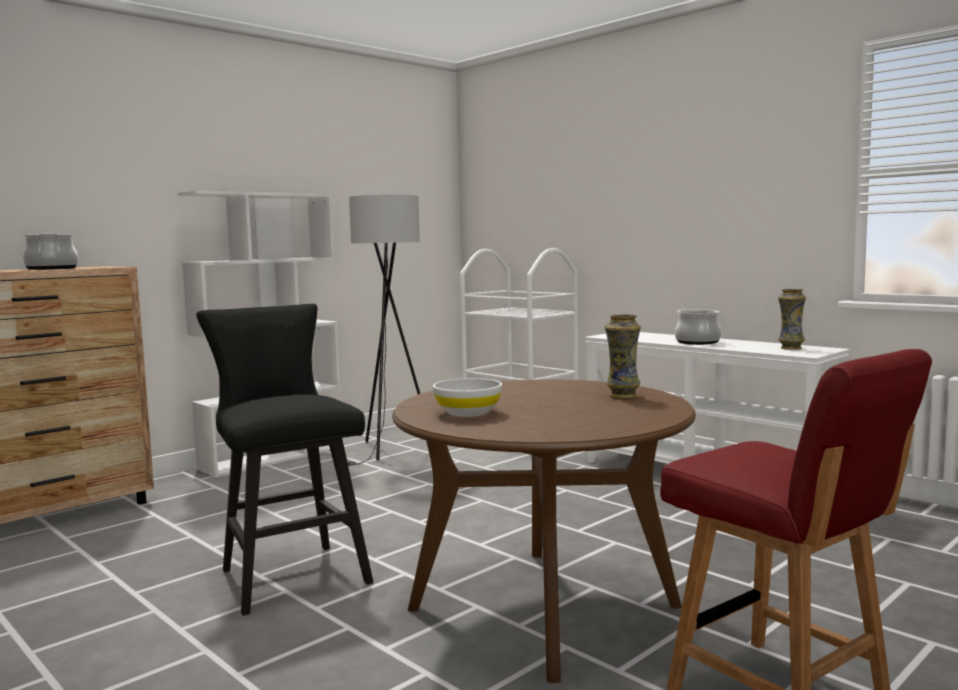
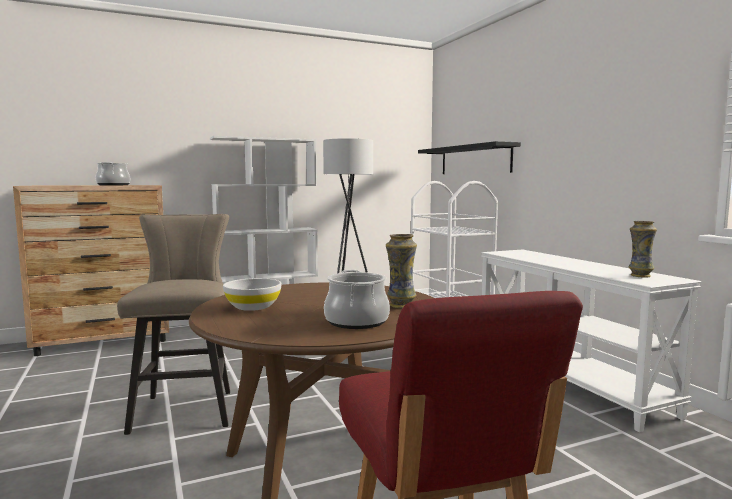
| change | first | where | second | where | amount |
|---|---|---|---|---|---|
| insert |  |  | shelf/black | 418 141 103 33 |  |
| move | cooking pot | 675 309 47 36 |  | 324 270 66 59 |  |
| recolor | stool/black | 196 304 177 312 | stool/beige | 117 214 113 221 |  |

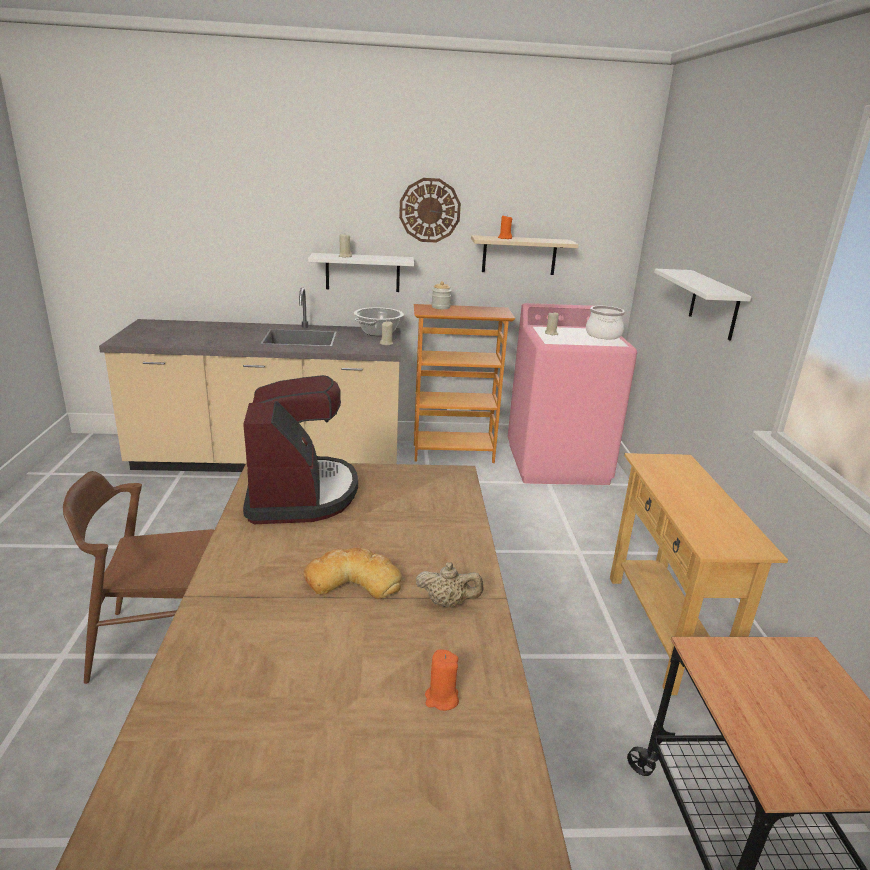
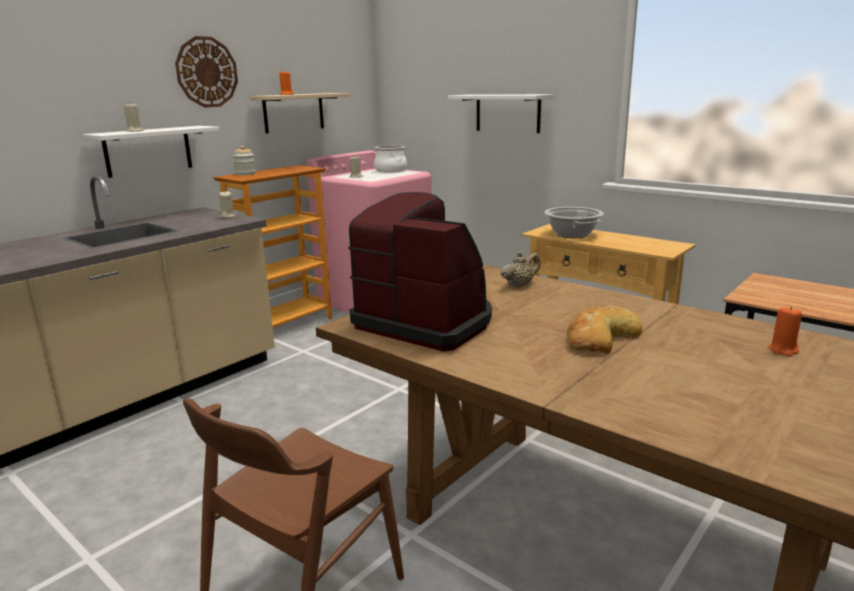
| change | first | where | second | where | amount |
|---|---|---|---|---|---|
| move | cooking pot | 354 307 50 29 |  | 544 207 60 31 |  |
| move | teapot/beige | 416 562 67 45 |  | 501 251 40 37 |  |

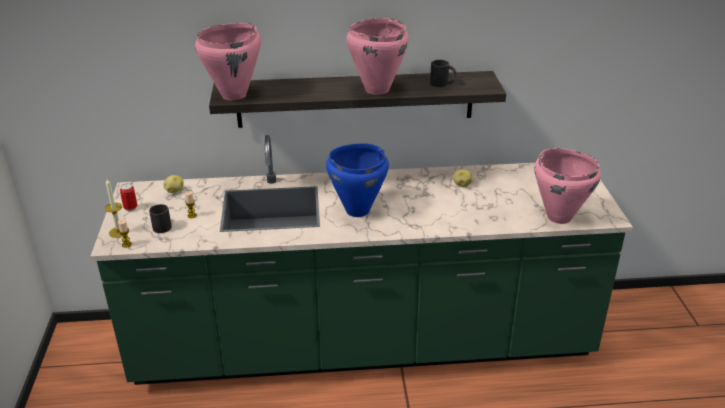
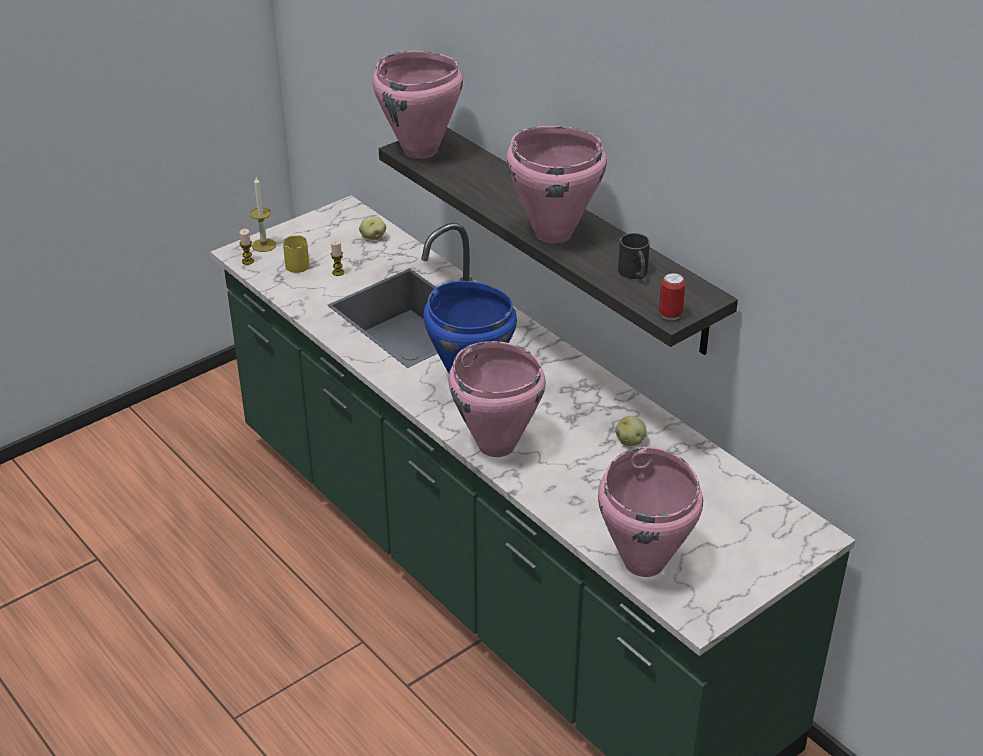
| change | first | where | second | where | amount |
|---|---|---|---|---|---|
| insert |  |  | cooking pot/pink | 449 341 97 116 |  |
| move | can | 120 184 17 27 |  | 659 273 26 48 |  |
| recolor | mug/black | 149 204 23 29 | mug/yellow | 283 235 26 38 |  |

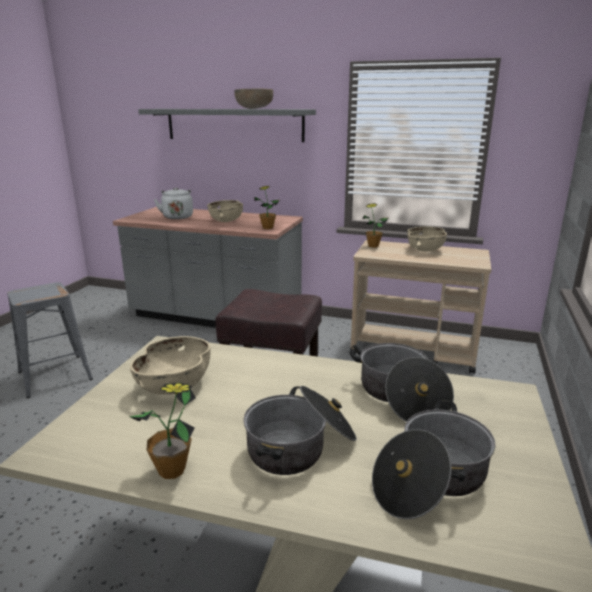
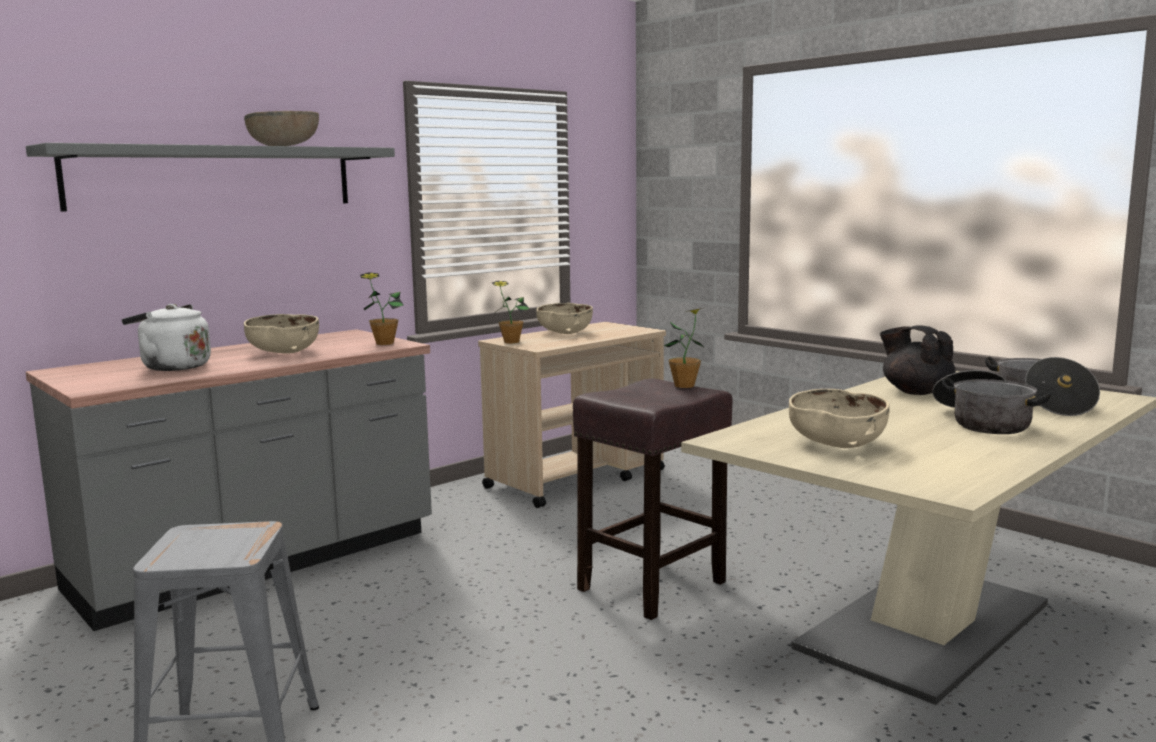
| change | first | where | second | where | amount |
|---|---|---|---|---|---|
| move | potted plant | 128 383 68 96 |  | 664 308 41 80 |  |
| replace | cooking pot | 350 343 104 79 | teapot/black | 880 325 75 70 |  |

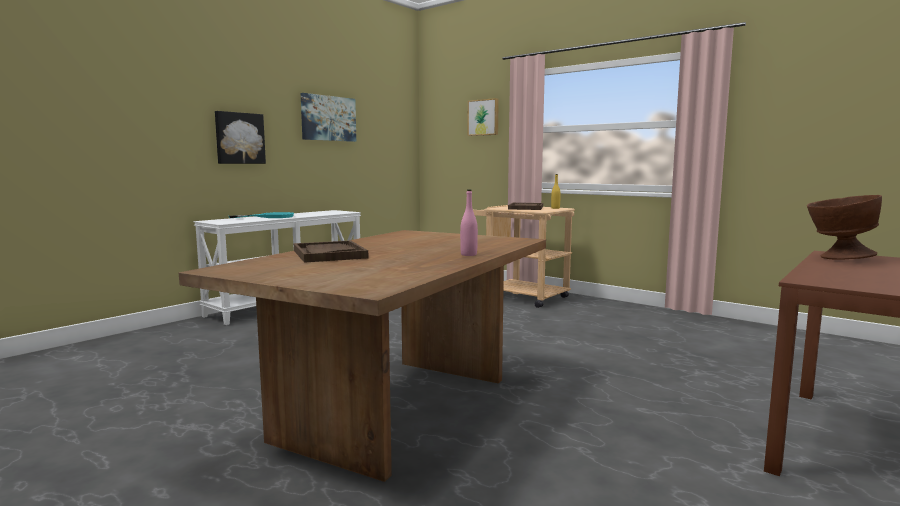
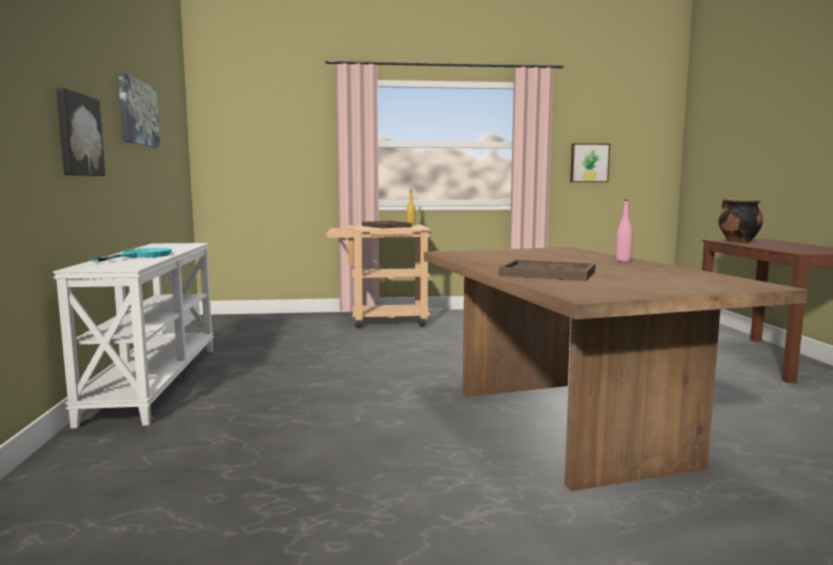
| change | first | where | second | where | amount |
|---|---|---|---|---|---|
| move | picture | 468 98 31 38 |  | 570 143 40 39 |  |
| replace | bowl/brown | 807 195 75 65 | cooking pot | 718 198 45 45 |  |

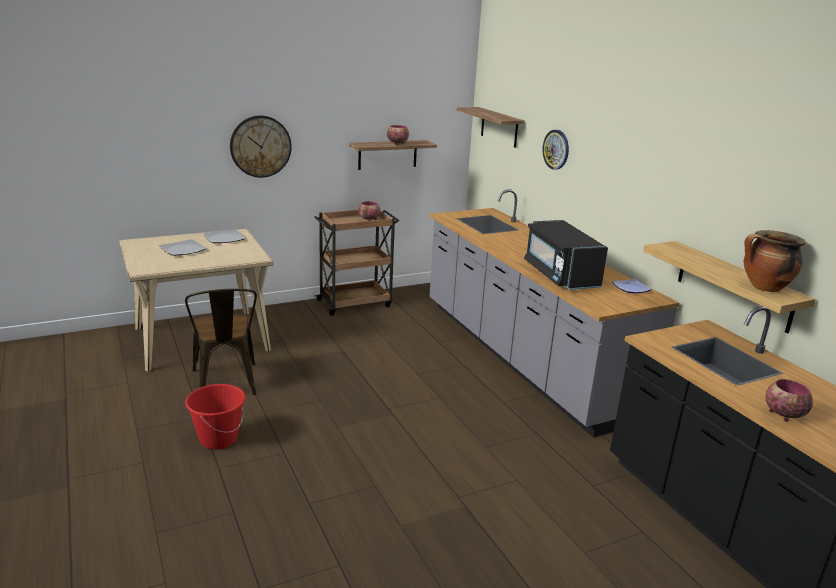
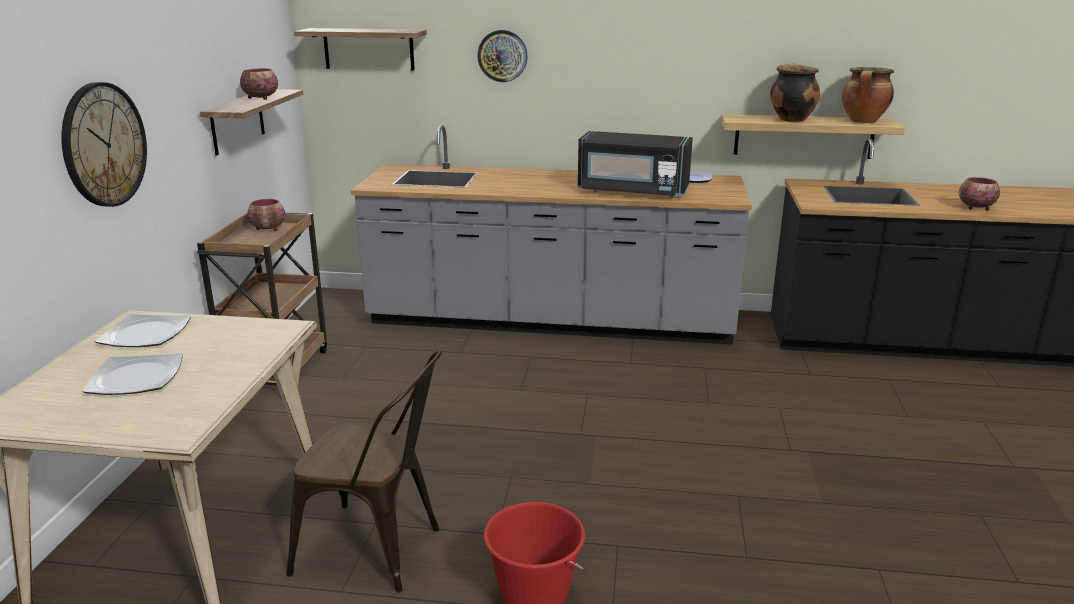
| change | first | where | second | where | amount |
|---|---|---|---|---|---|
| insert |  |  | cooking pot | 770 64 50 58 |  |

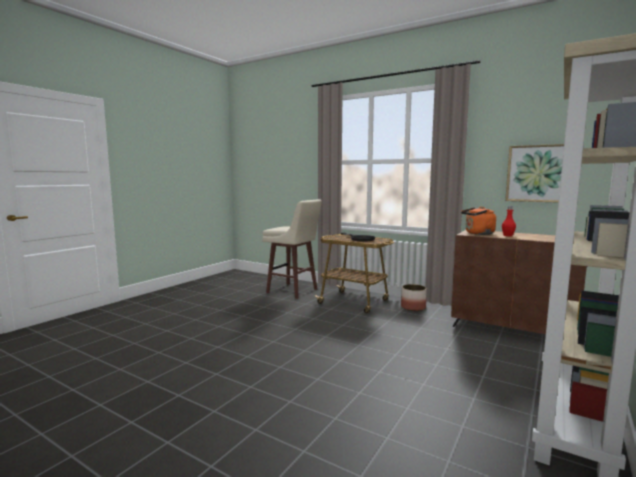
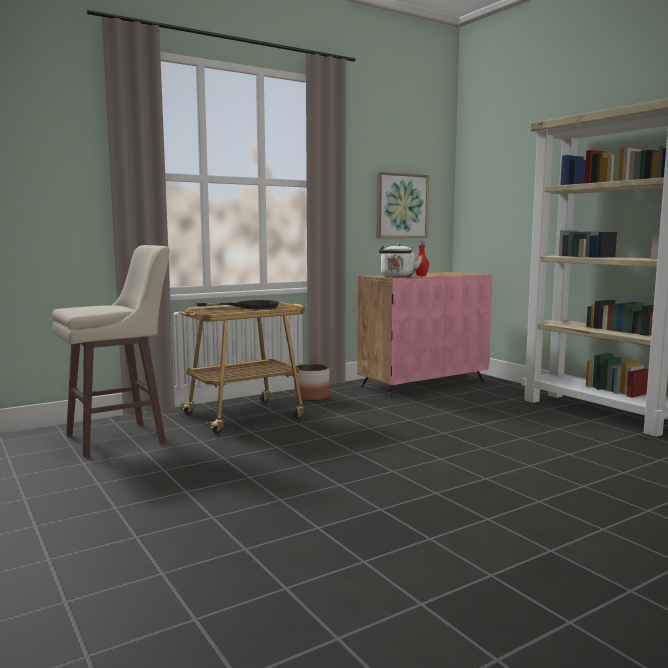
| change | first | where | second | where | amount |
|---|---|---|---|---|---|
| recolor | cabinet/brown | 451 230 136 104 | cabinet/pink | 357 272 136 126 |  |
| recolor | kettle/orange | 461 207 35 28 | kettle/white | 379 243 44 34 |  |

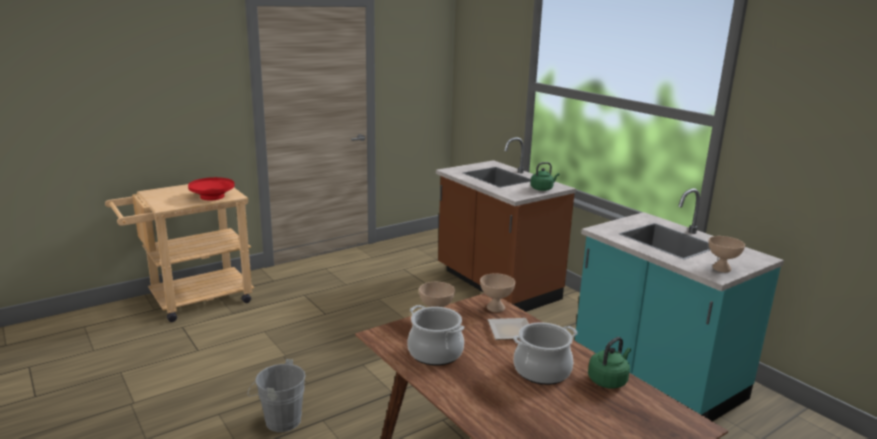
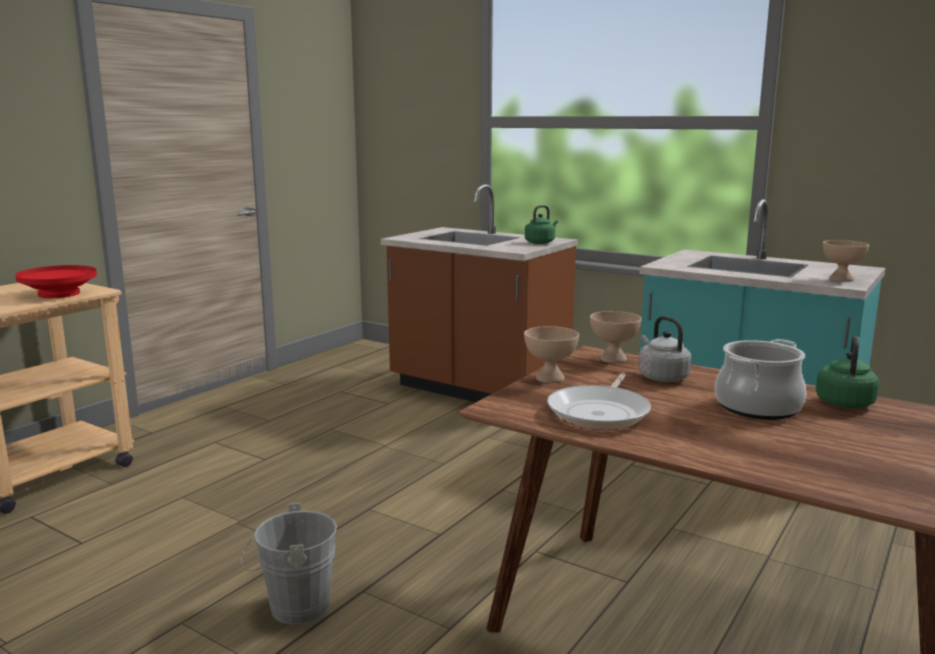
| change | first | where | second | where | amount |
|---|---|---|---|---|---|
| replace | cooking pot | 407 305 58 61 | frying pan | 547 373 104 57 |  |
| replace | plate | 487 318 42 22 | kettle/grey | 638 316 53 66 |  |

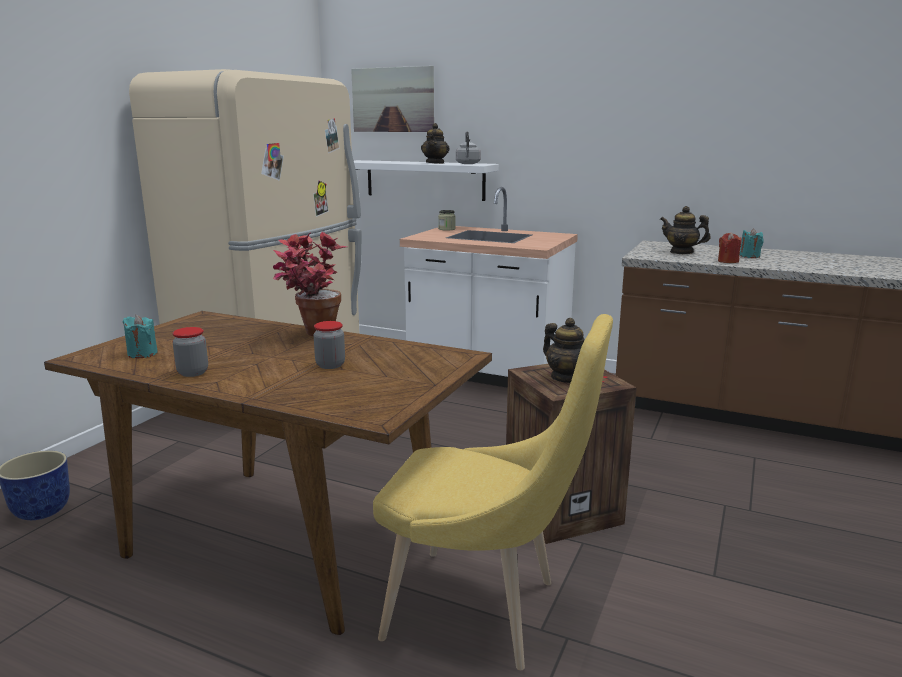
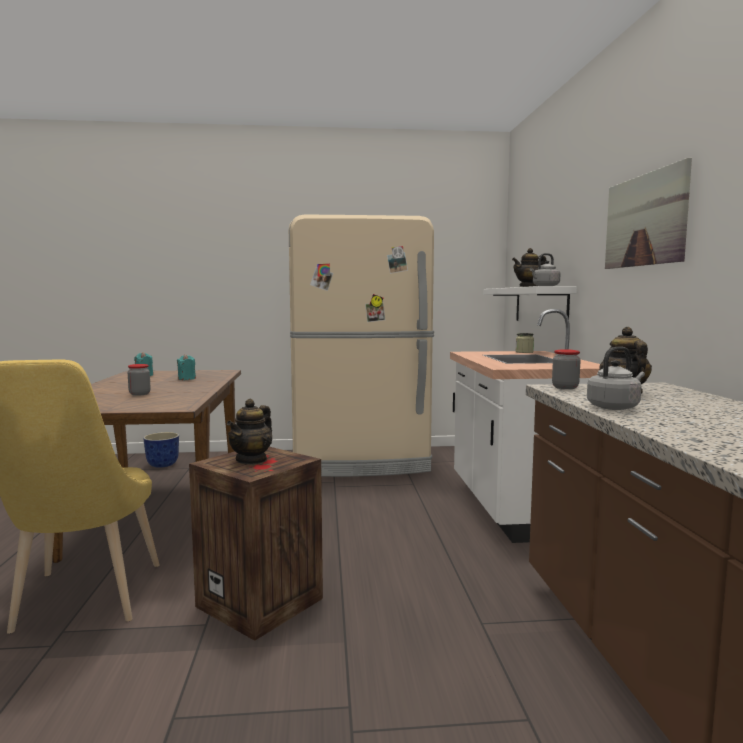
| change | first | where | second | where | amount |
|---|---|---|---|---|---|
| delete | potted plant | 273 232 74 105 |  |  |  |
| move | jar | 173 327 35 50 |  | 552 349 29 40 |  |
| move | picture | 351 66 83 66 |  | 605 158 87 111 |  |
| move | candle/turquoise | 740 228 23 30 |  | 177 354 19 26 |  |
| replace | candle/red | 718 232 24 31 | kettle/grey | 587 347 58 63 |  |

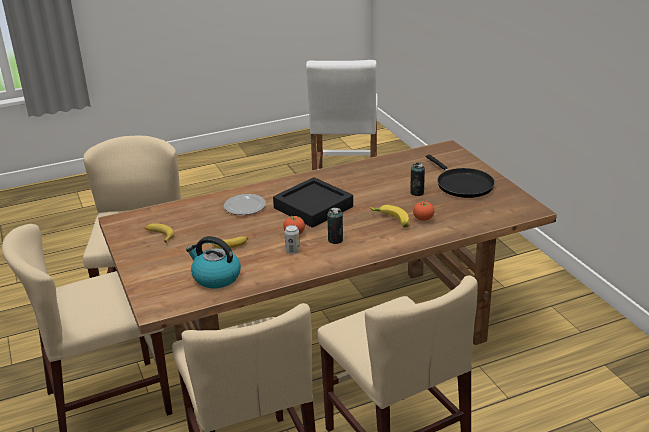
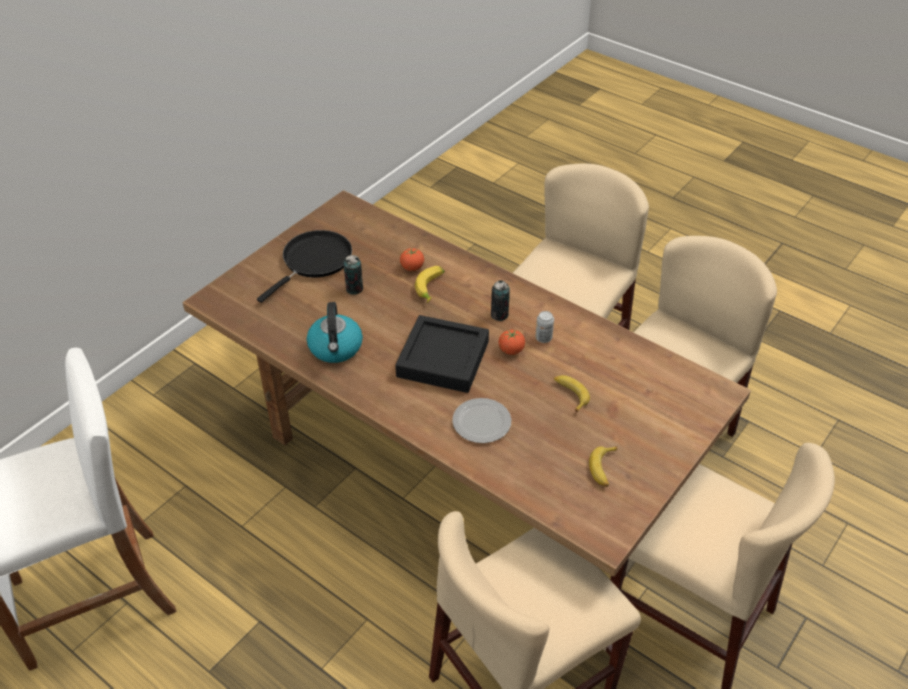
| change | first | where | second | where | amount |
|---|---|---|---|---|---|
| move | kettle | 186 236 55 52 |  | 307 302 56 61 |  |

